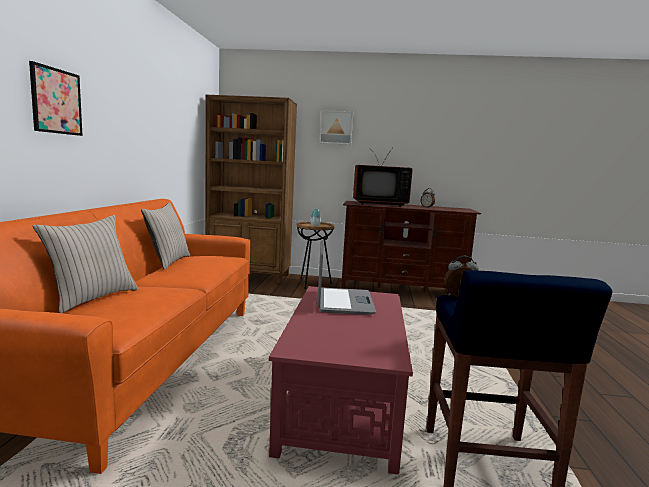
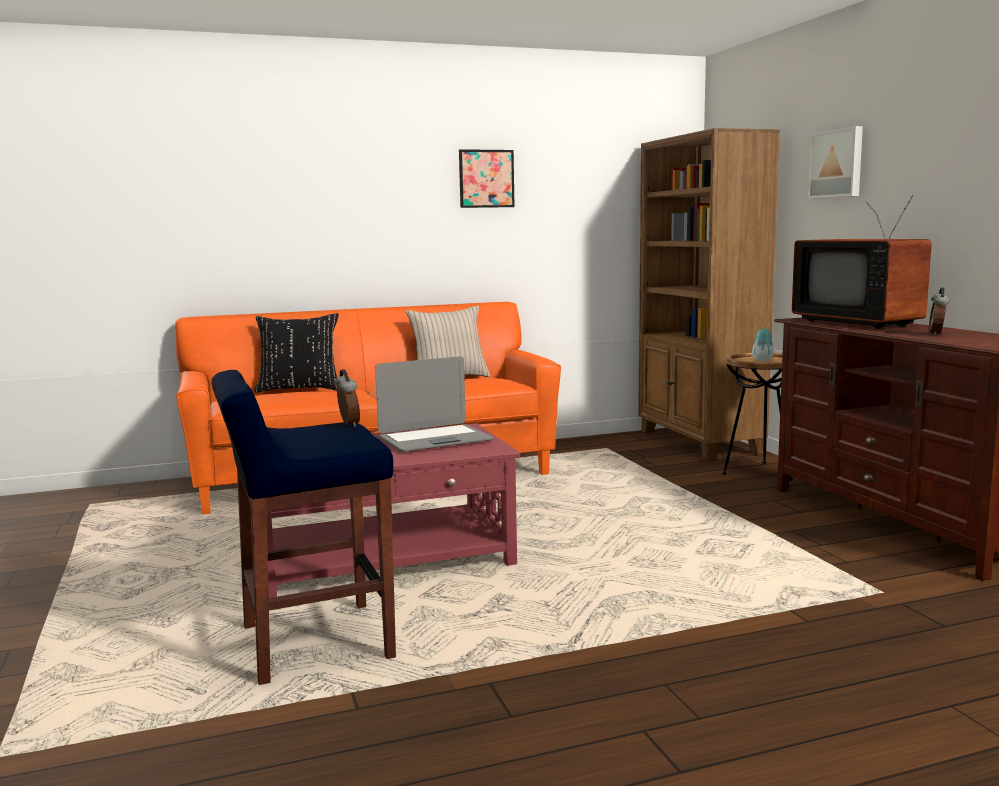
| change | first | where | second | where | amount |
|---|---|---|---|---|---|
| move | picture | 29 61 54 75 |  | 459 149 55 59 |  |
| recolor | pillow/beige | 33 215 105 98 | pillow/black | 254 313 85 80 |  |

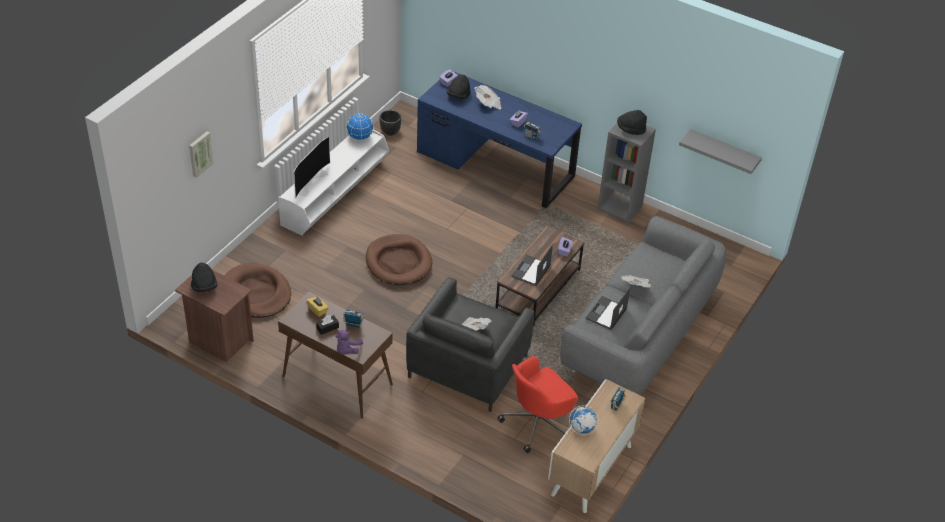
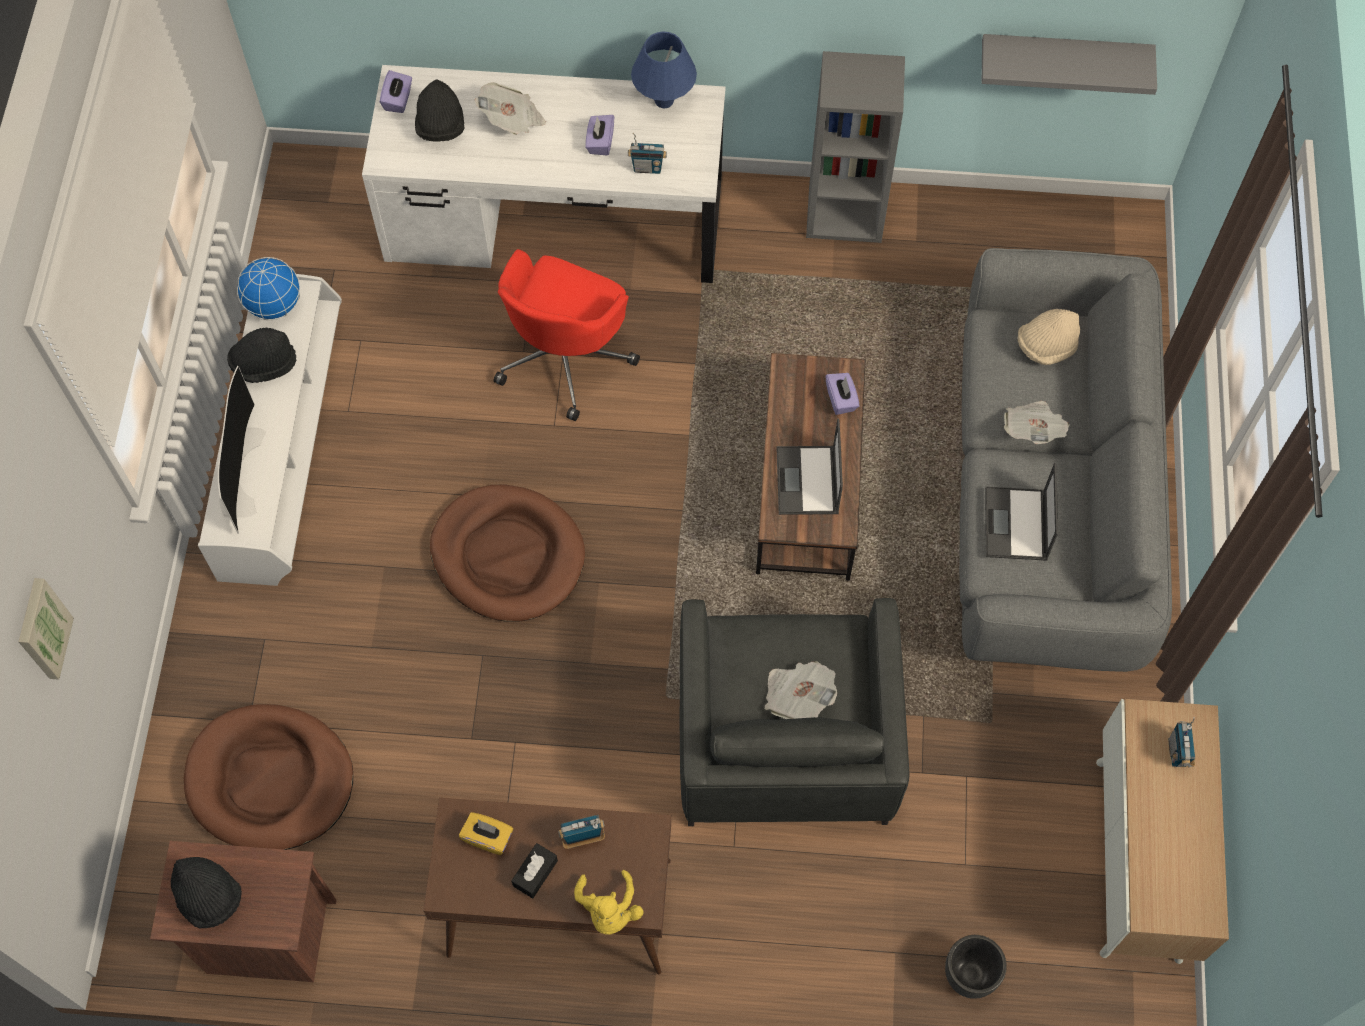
| change | first | where | second | where | amount |
|---|---|---|---|---|---|
| delete | globe | 569 405 30 30 |  |  |  |
| insert |  |  | table lamp/blue | 631 31 66 77 |  |
| insert |  |  | hat/beige | 1018 309 62 56 |  |
| move | planter/black | 379 110 22 26 |  | 945 935 62 64 |  |
| move | office chair/red | 497 356 81 97 |  | 494 249 146 172 |  |
| move | hat/black | 617 110 30 25 |  | 227 328 69 55 |  |
| recolor | plush toy/purple | 336 330 27 24 | plush toy/yellow | 574 870 70 65 |  |
| recolor | desk/blue | 417 71 165 137 | desk/white | 362 65 363 218 |  |

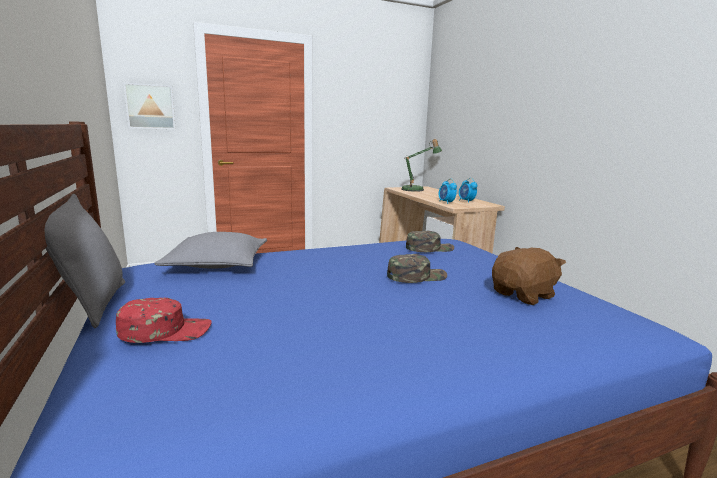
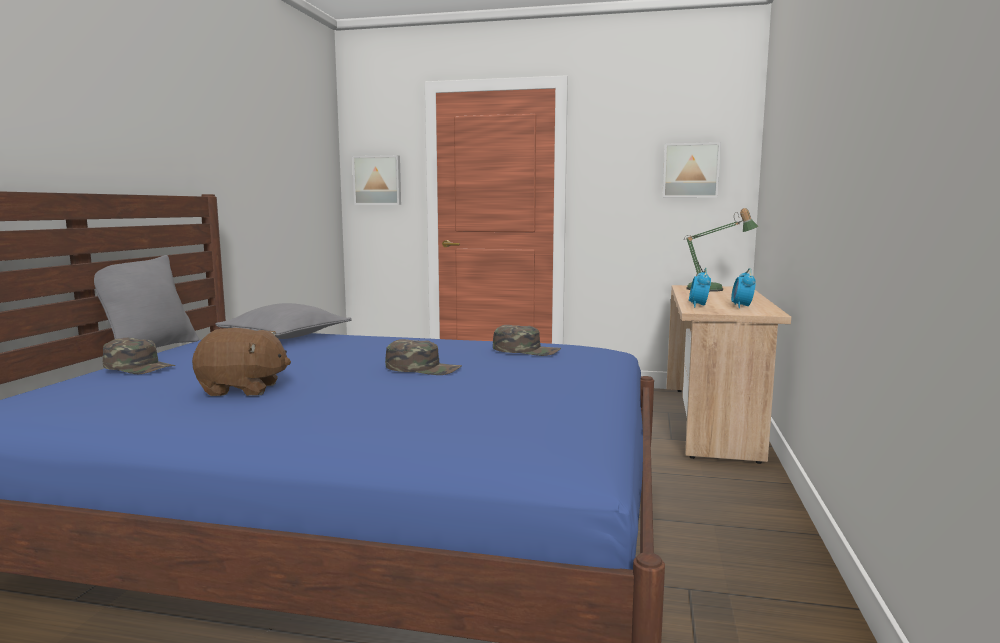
| change | first | where | second | where | amount |
|---|---|---|---|---|---|
| insert |  |  | picture | 662 142 59 56 |  |
| move | plush toy/brown | 492 247 74 58 |  | 192 328 99 68 |  |
| recolor | cap/red | 116 298 95 45 | cap/green | 103 338 73 36 |  |

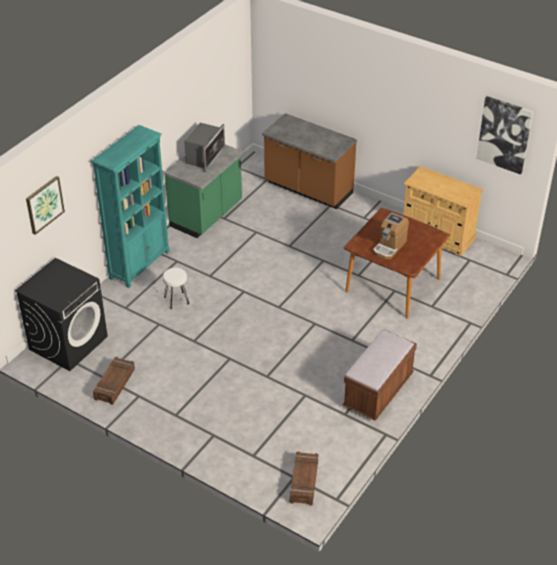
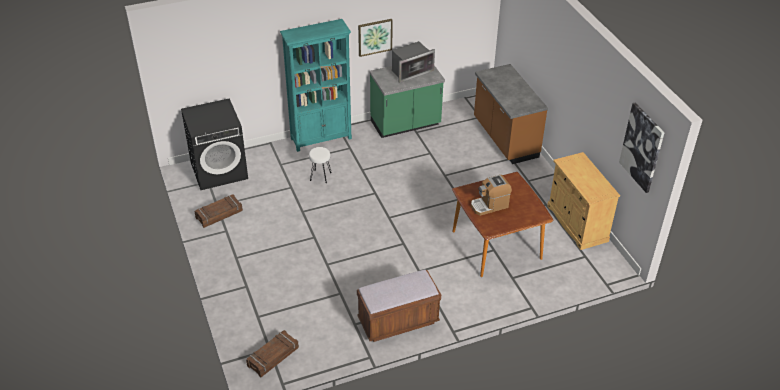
| change | first | where | second | where | amount |
|---|---|---|---|---|---|
| move | picture | 26 176 39 59 |  | 358 19 35 38 |  |

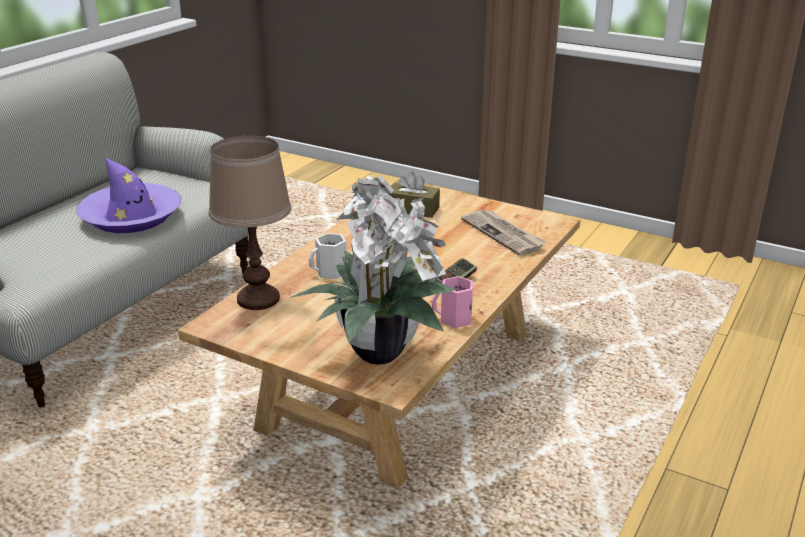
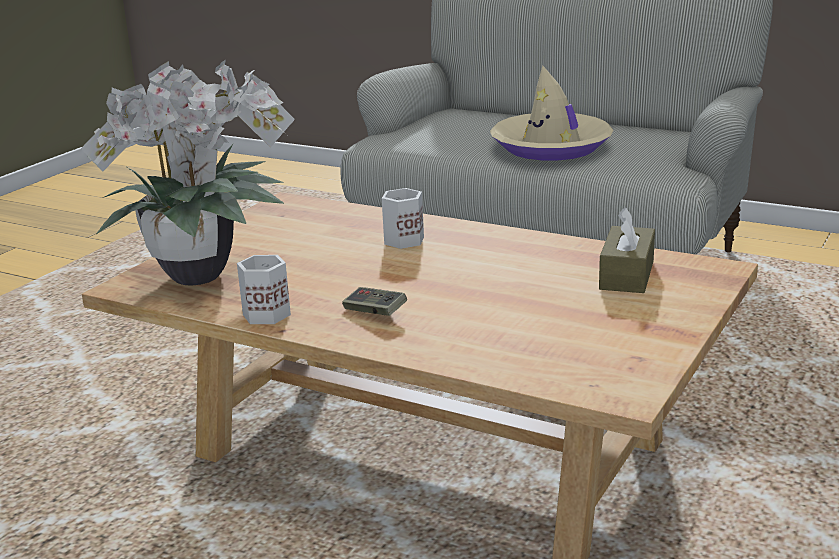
| change | first | where | second | where | amount |
|---|---|---|---|---|---|
| delete | table lamp/brown | 209 136 83 174 |  |  |  |
| delete | newspaper | 461 210 86 46 |  |  |  |
| recolor | hat/purple | 76 158 105 75 | hat/beige | 490 65 124 95 |  |
| recolor | mug/pink | 431 276 42 52 | mug/white | 237 255 54 69 |  |

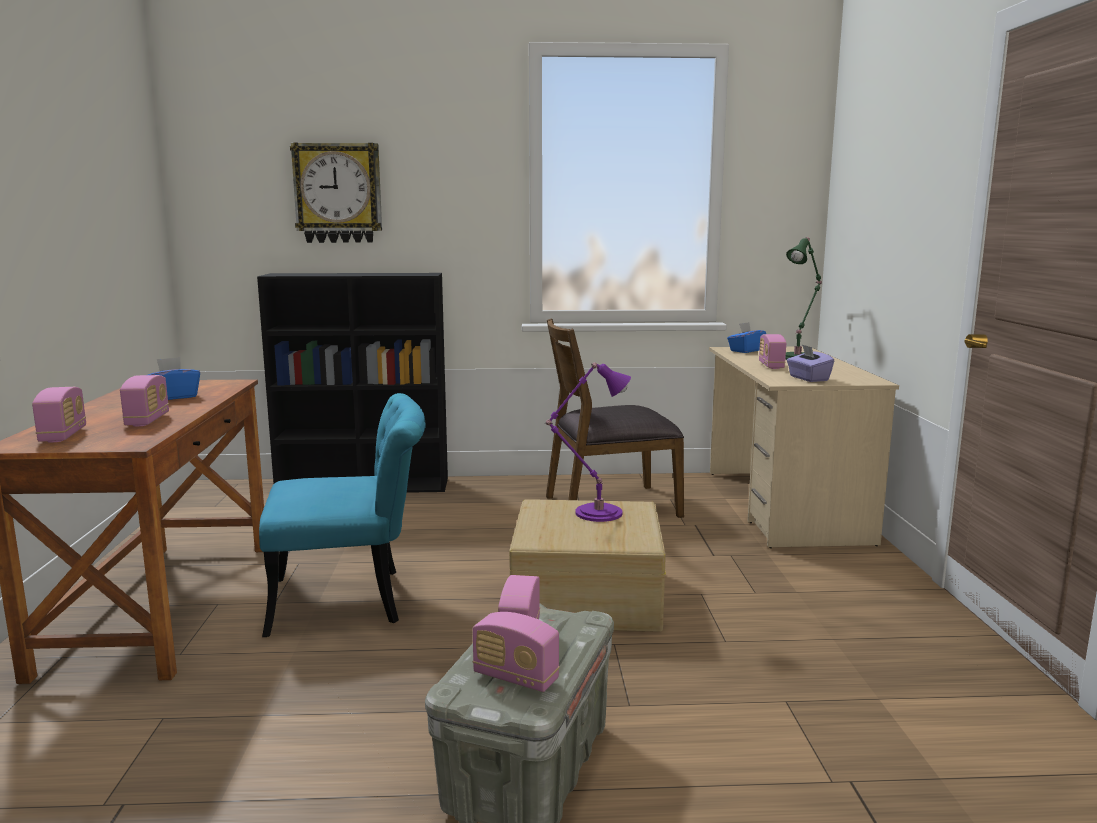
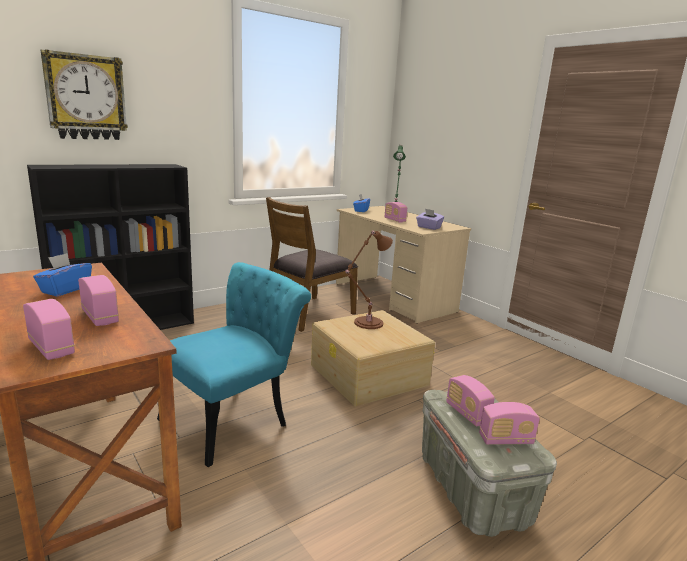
| change | first | where | second | where | amount |
|---|---|---|---|---|---|
| recolor | table lamp/purple | 545 363 86 159 | table lamp/brown | 345 231 48 98 |  |

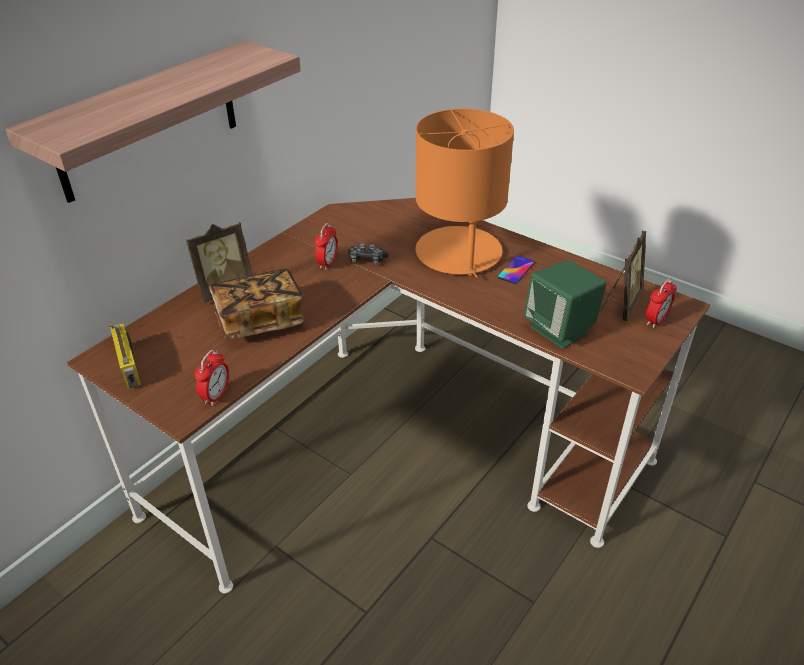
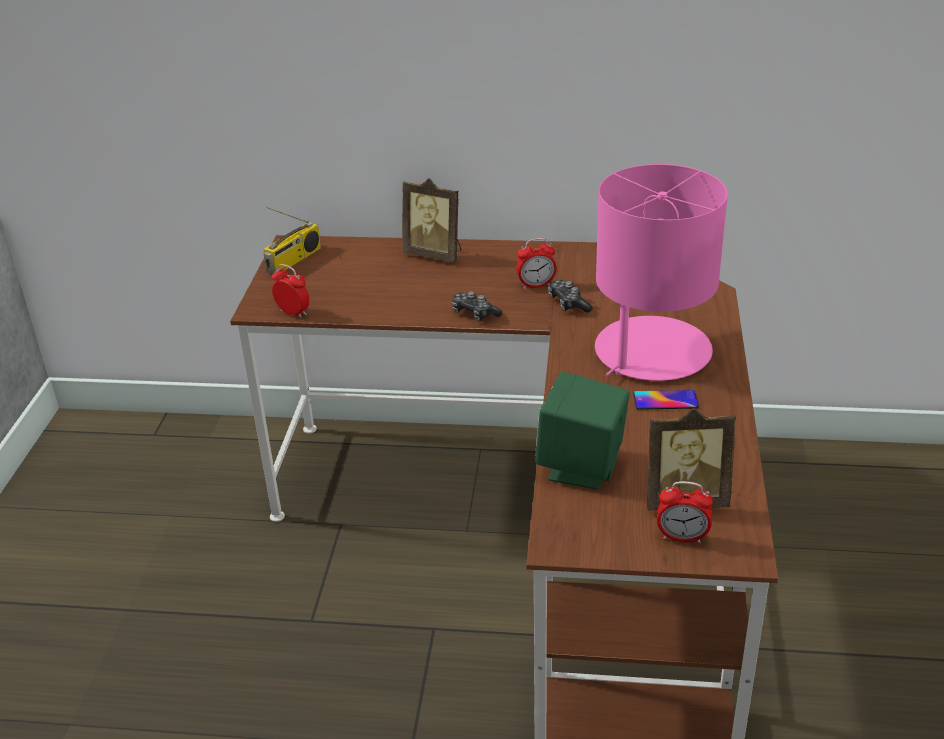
| change | first | where | second | where | amount |
|---|---|---|---|---|---|
| delete | shelf | 5 41 296 162 |  |  |  |
| delete | book | 209 269 96 70 |  |  |  |
| insert |  |  | game controller | 452 291 50 30 |  |
| recolor | table lamp/orange | 415 109 99 169 | table lamp/pink | 595 164 133 217 |  |
| rotate | alarm clock | 194 350 35 56 |  | 272 264 38 54 | 135 degrees counterclockwise |

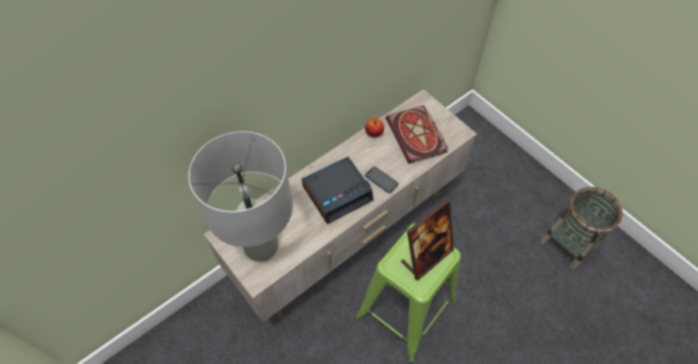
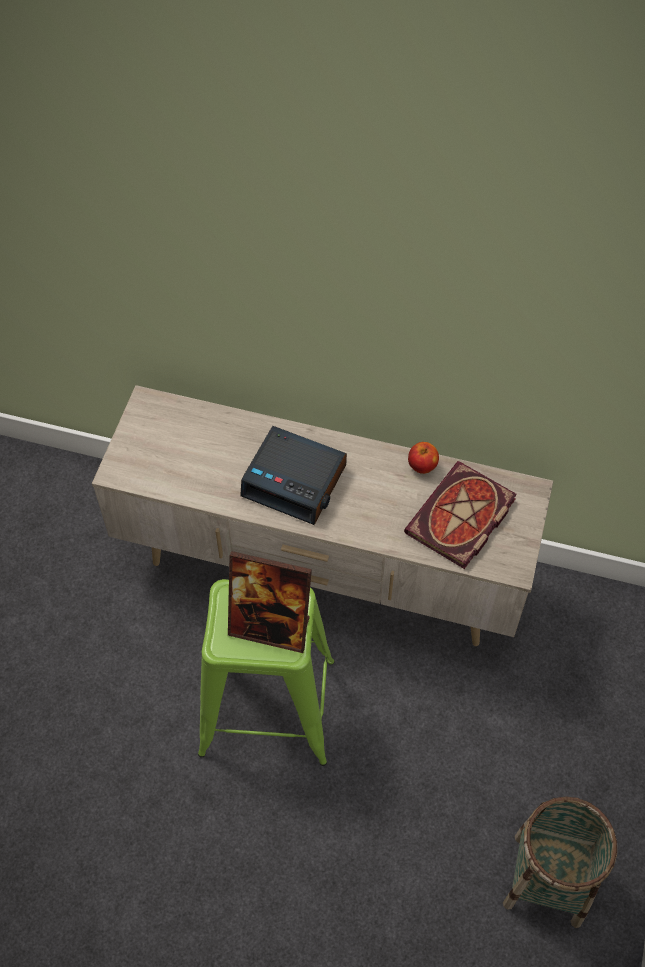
| change | first | where | second | where | amount |
|---|---|---|---|---|---|
| delete | table lamp/grey | 188 131 105 131 |  |  |  |
| delete | phone | 365 167 34 26 |  |  |  |

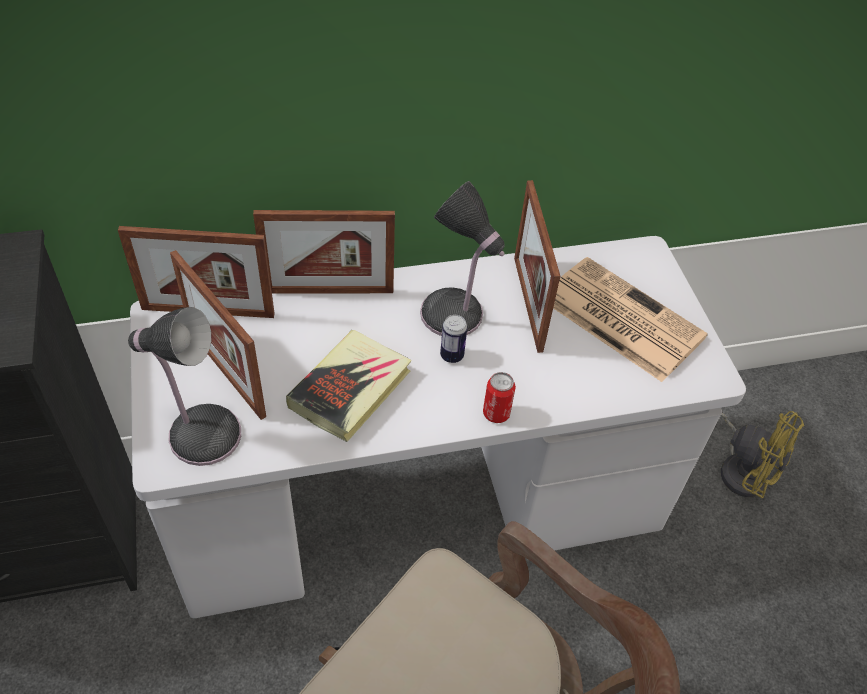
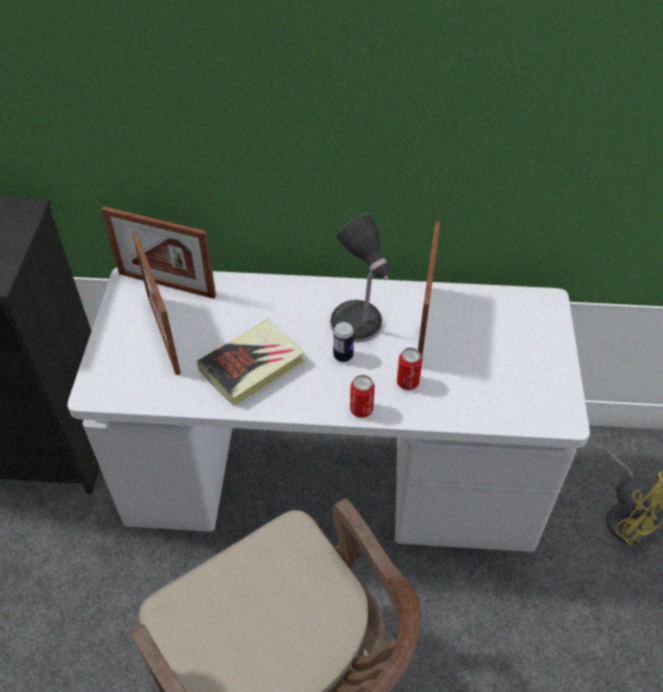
| change | first | where | second | where | amount |
|---|---|---|---|---|---|
| delete | table lamp | 128 307 113 159 |  |  |  |
| delete | picture frame | 253 210 142 84 |  |  |  |
| delete | newspaper | 553 257 155 125 |  |  |  |
| insert |  |  | can | 397 348 25 42 |  |

